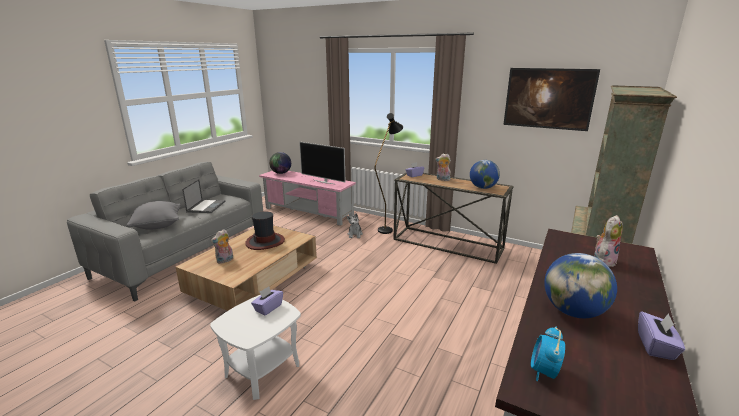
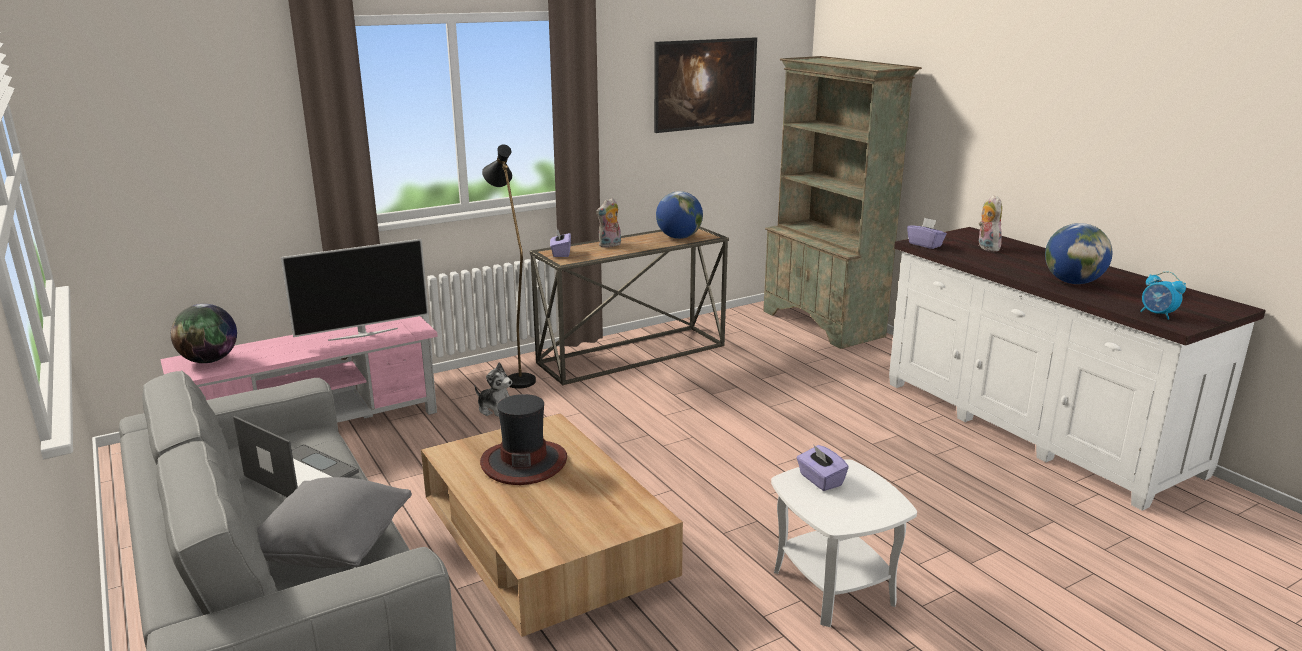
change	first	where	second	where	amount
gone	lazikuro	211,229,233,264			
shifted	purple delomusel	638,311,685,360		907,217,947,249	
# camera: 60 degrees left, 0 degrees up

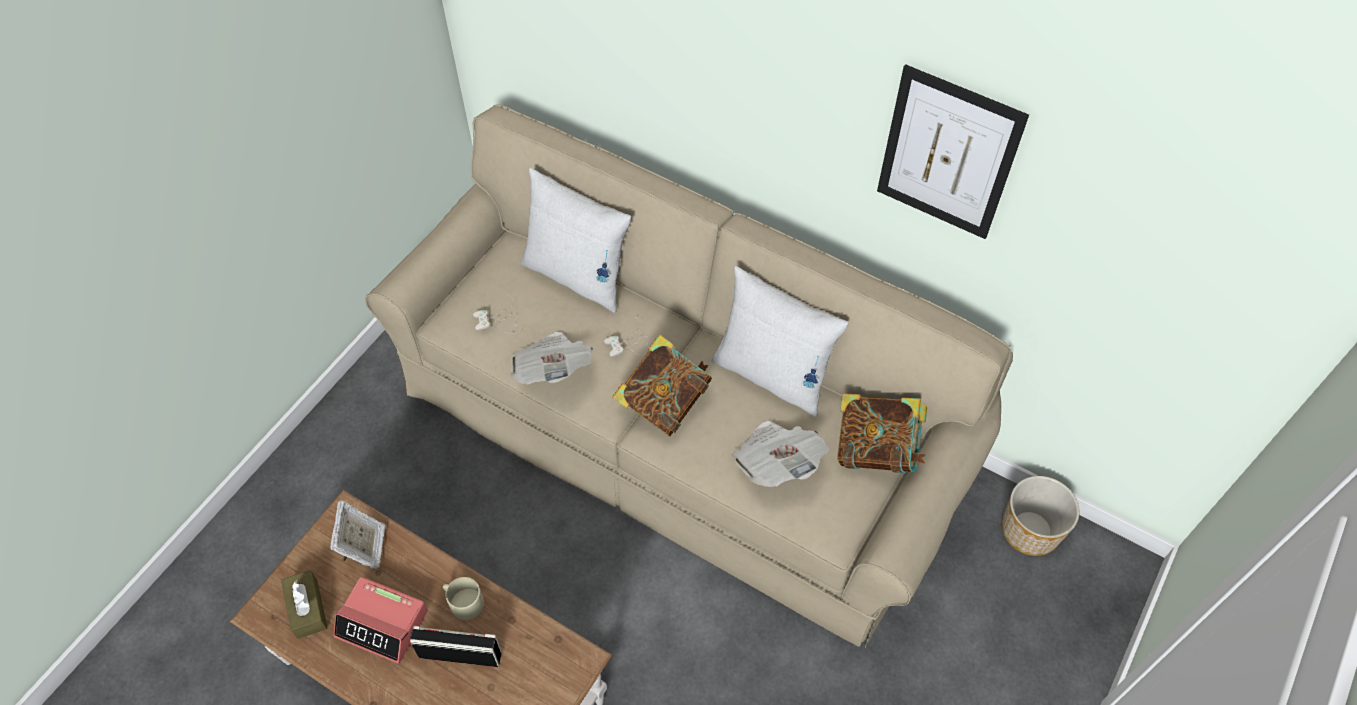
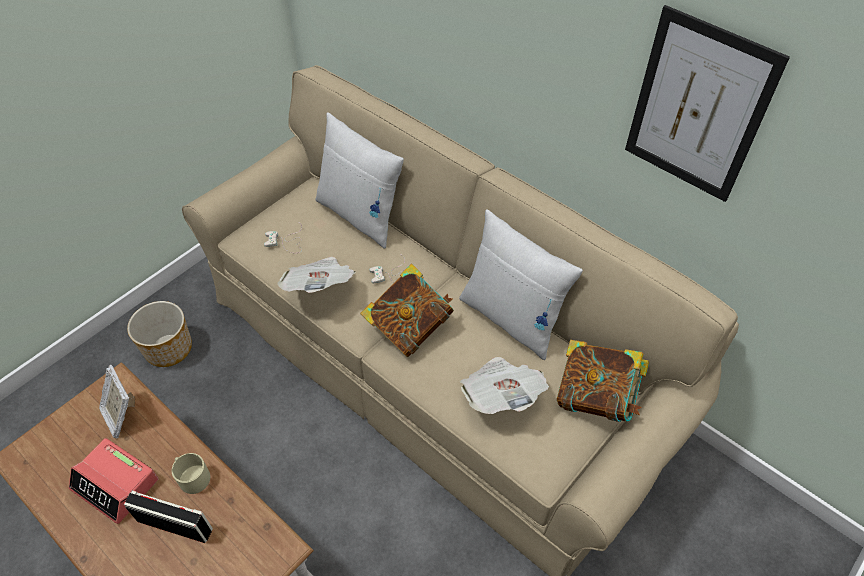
change	first	where	second	where	amount
gone	brown delomusel	281,570,328,639			
rotated	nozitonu	330,500,385,569		99,365,135,439	135 degrees clockwise
shifted	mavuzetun	1002,476,1079,556		127,301,192,367	
# camera: 10 degrees right, 5 degrees down

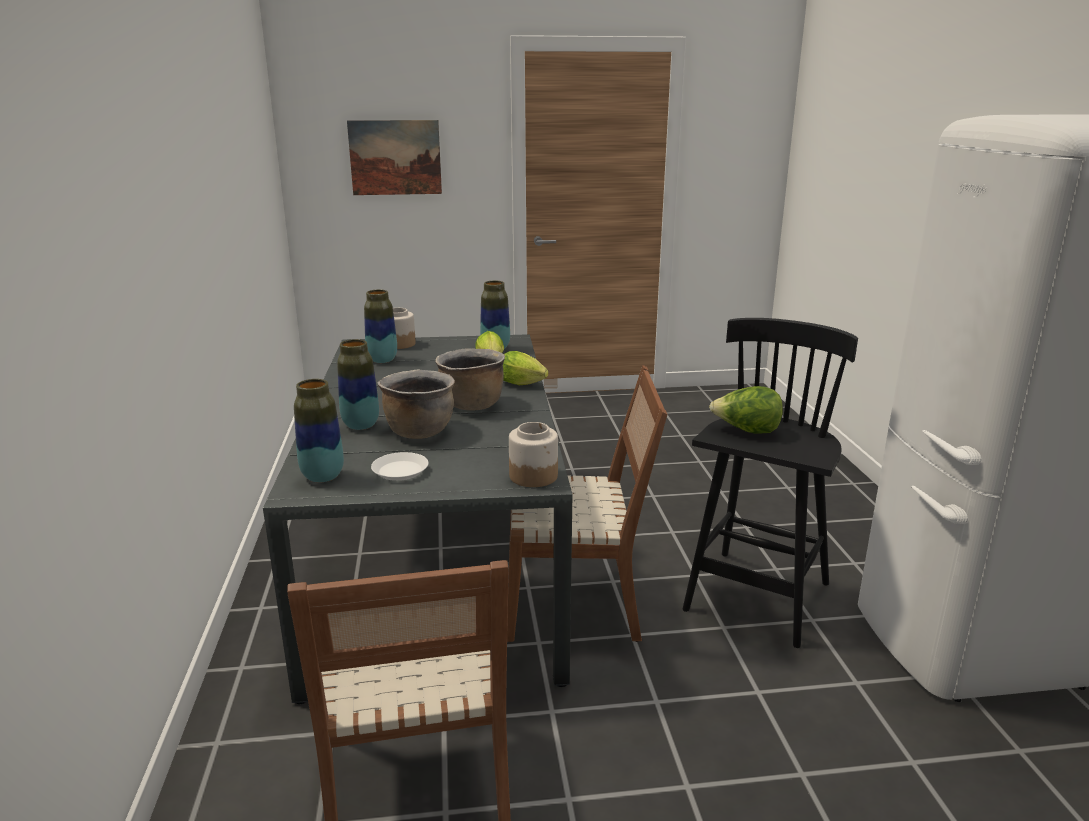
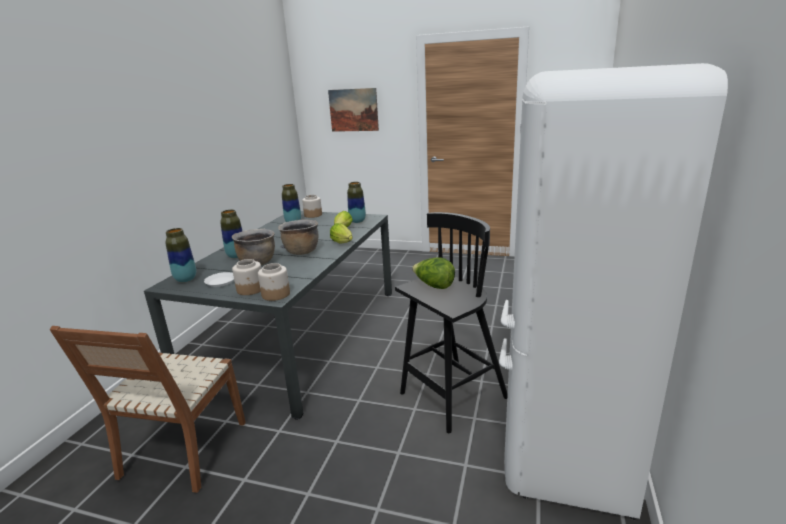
change	first	where	second	where	amount
gone	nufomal	507,365,667,642			
new			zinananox	232,259,261,295	
# camera: 25 degrees right, 0 degrees up

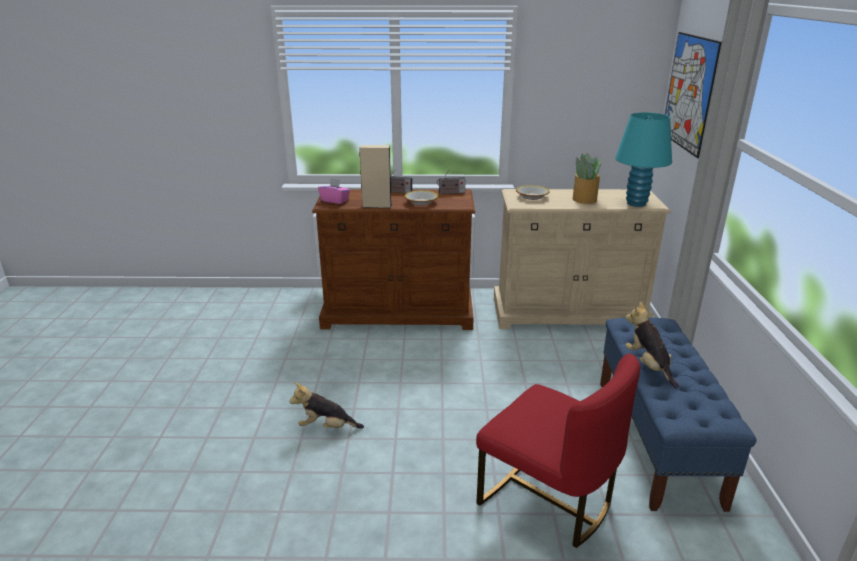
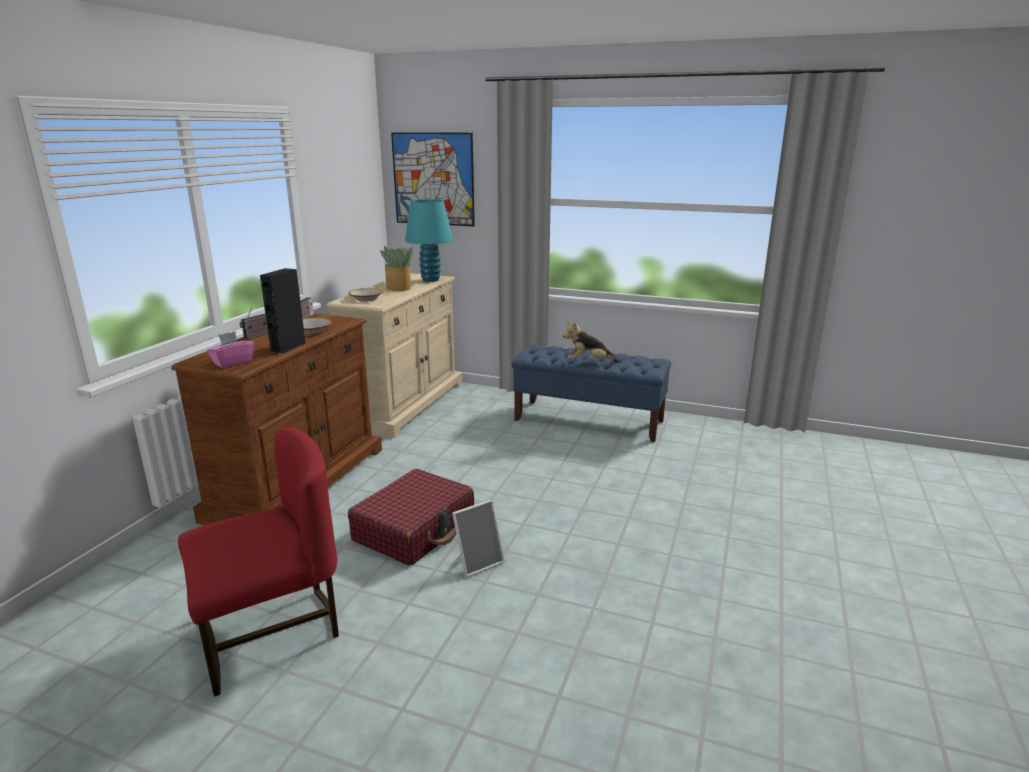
change	first	where	second	where	amount
swapped	lazikuro	289,382,364,428	nozitonu	452,500,505,577	
repainted	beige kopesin	359,145,392,208	black kopesin	260,268,306,354	
shifted	red nufomal	476,354,640,548		178,428,339,697	
new			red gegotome	348,469,474,566	
# camera: 70 degrees left, 5 degrees down

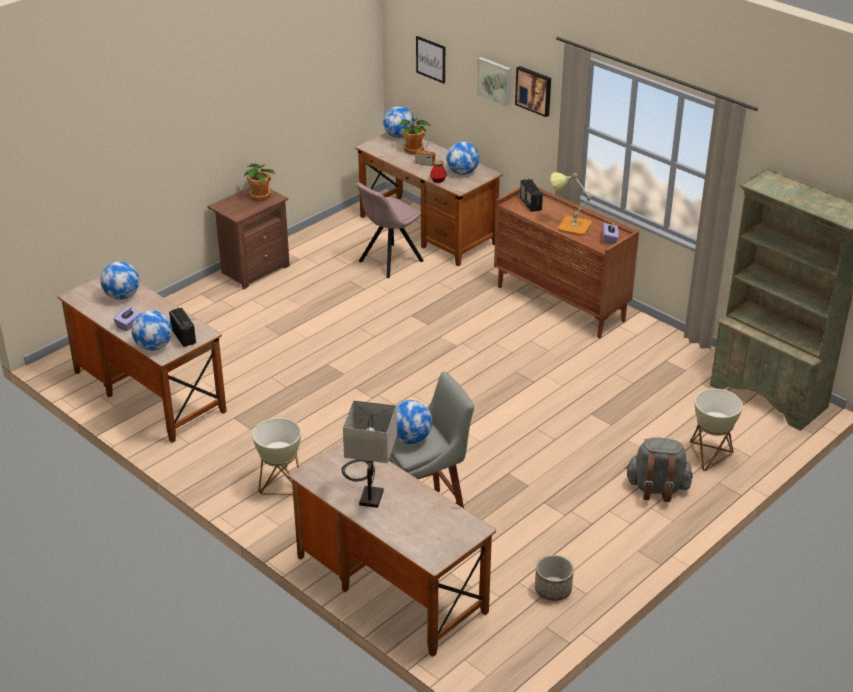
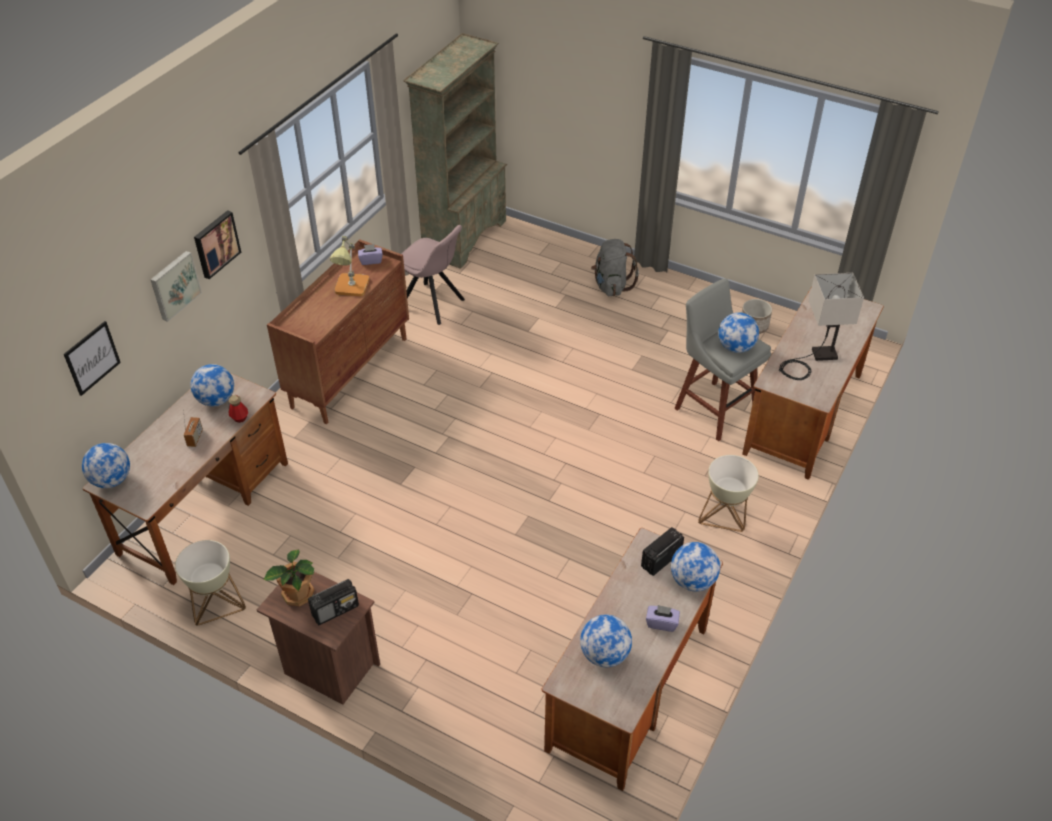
change	first	where	second	where	amount
shifted	pink nufomal	356,182,423,278		402,225,465,325	
gone	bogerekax	399,118,430,155			
shifted	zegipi	520,179,543,212		308,579,359,625	
shifted	mavuzetun	690,389,743,471		175,540,246,626	
# camera: 105 degrees left, 10 degrees up

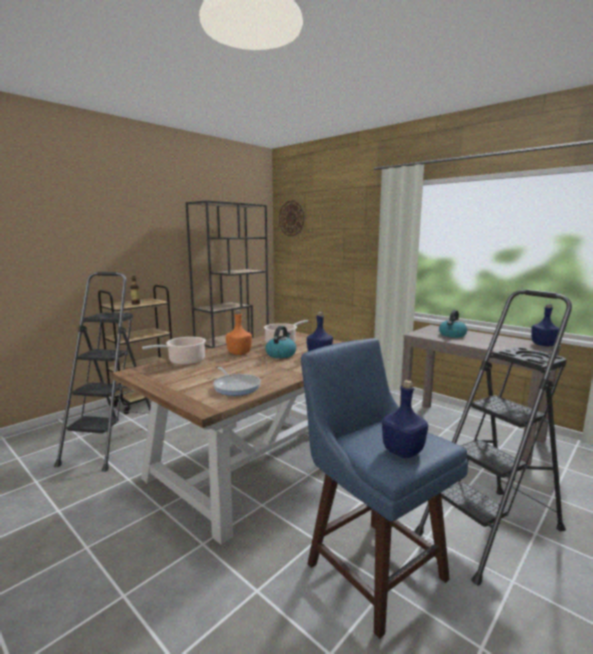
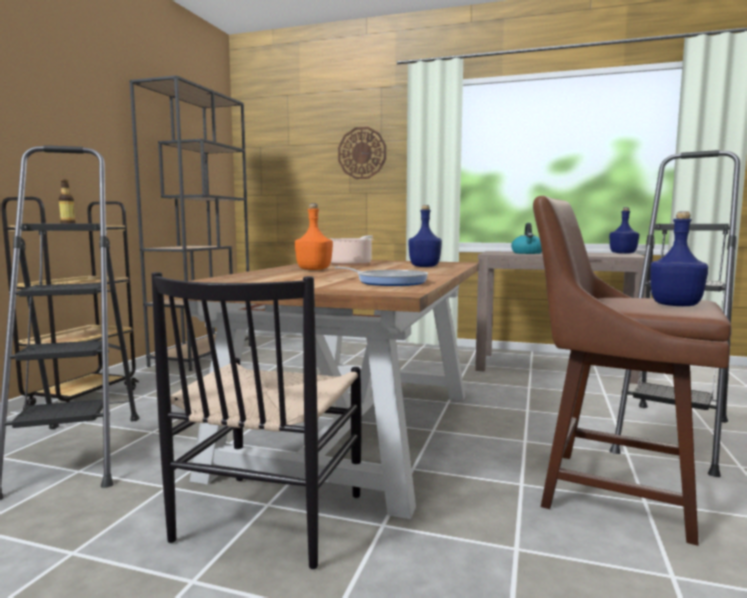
change	first	where	second	where	amount
gone	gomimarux	142,337,206,365			
gone	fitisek	265,326,296,358			
shifted	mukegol	279,200,304,236		338,127,386,179	
repainted	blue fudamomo	301,338,468,639	brown fudamomo	533,196,732,546	
new			black nufomal	151,272,361,569	
# camera: 25 degrees left, 5 degrees down

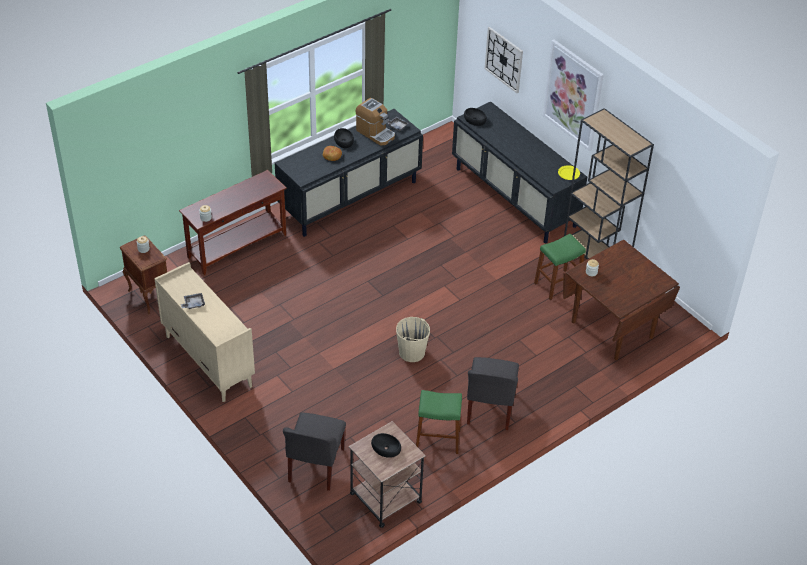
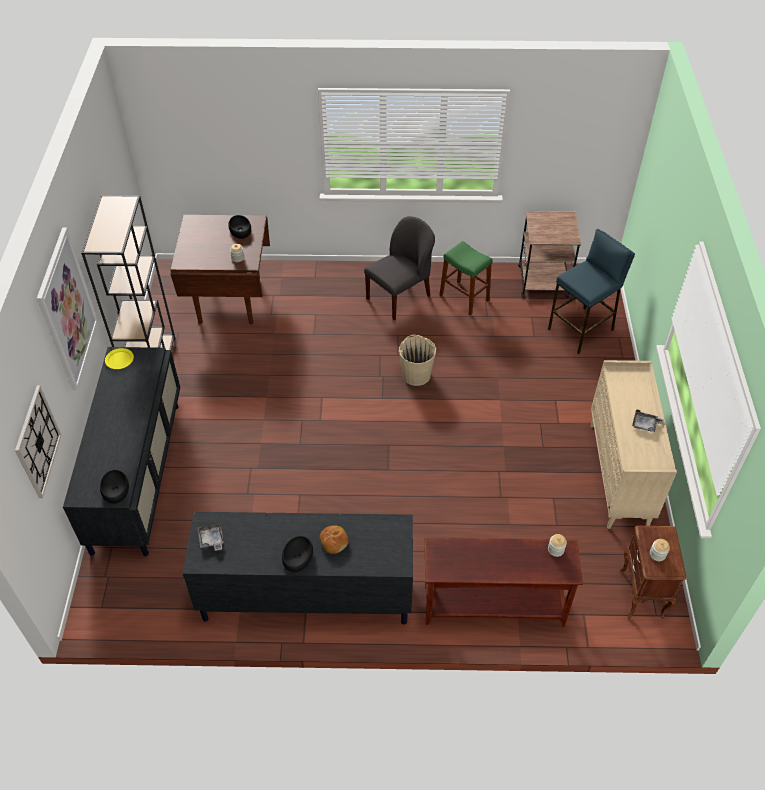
change	first	where	second	where	amount
swapped	grey nufomal	283,412,346,491	blue fudamomo	548,229,635,354	
gone	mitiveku	355,98,395,146			
shifted	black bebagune	371,433,401,458		228,215,251,239	
gone	green fudamomo	534,234,586,300			
# camera: 140 degrees left, 5 degrees up

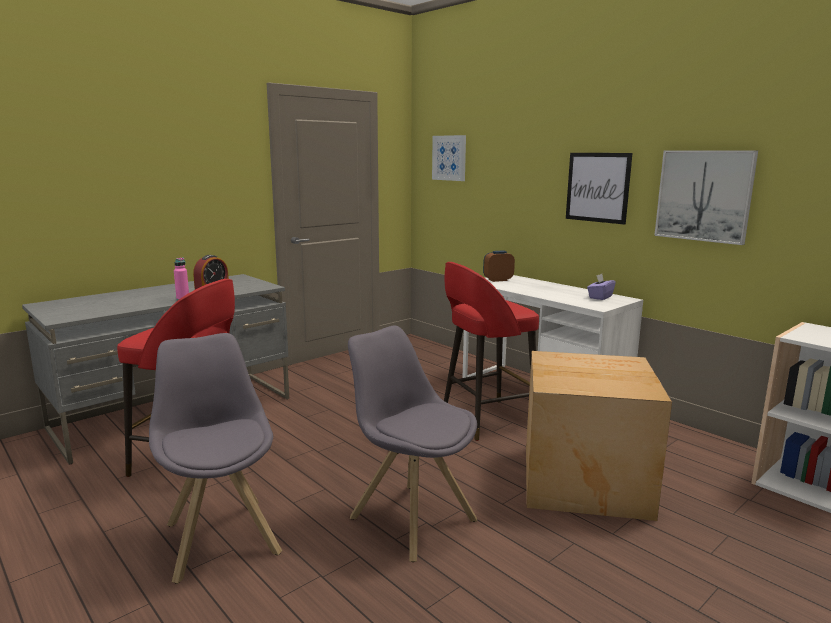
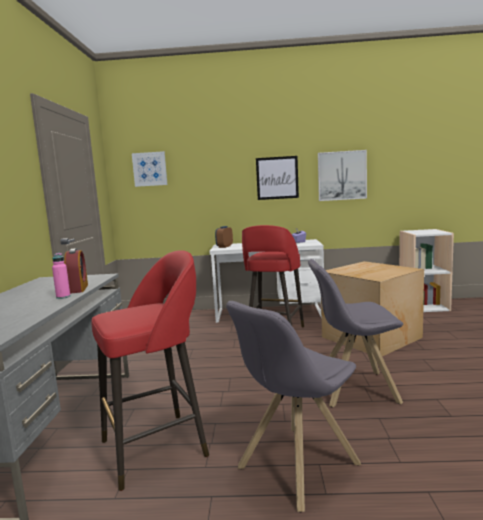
change	first	where	second	where	amount
rotated	grey nufomal	149,333,282,584		226,301,361,512	60 degrees counterclockwise
# camera: 45 degrees left, 5 degrees down

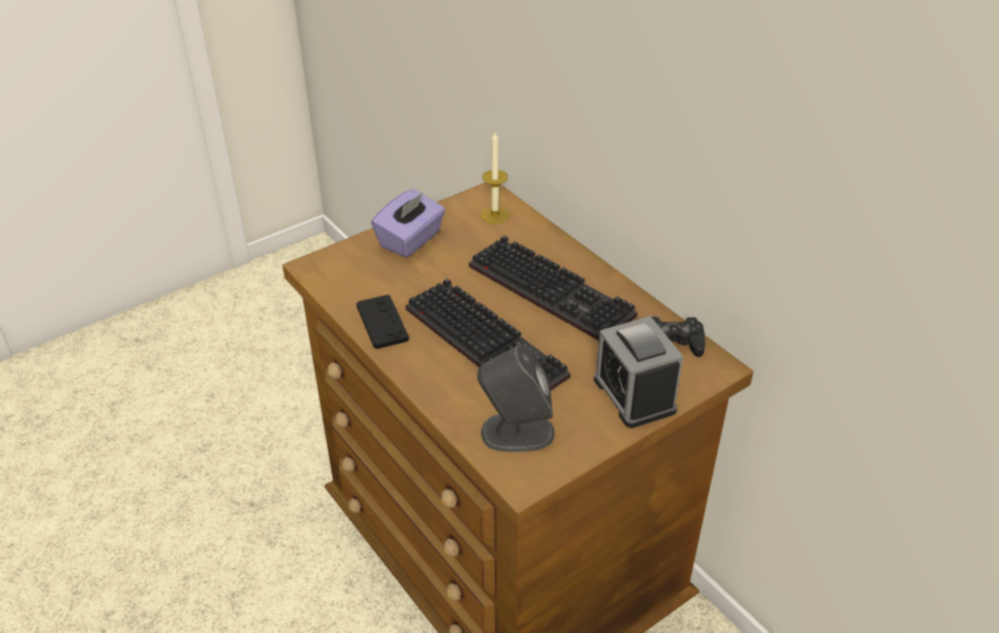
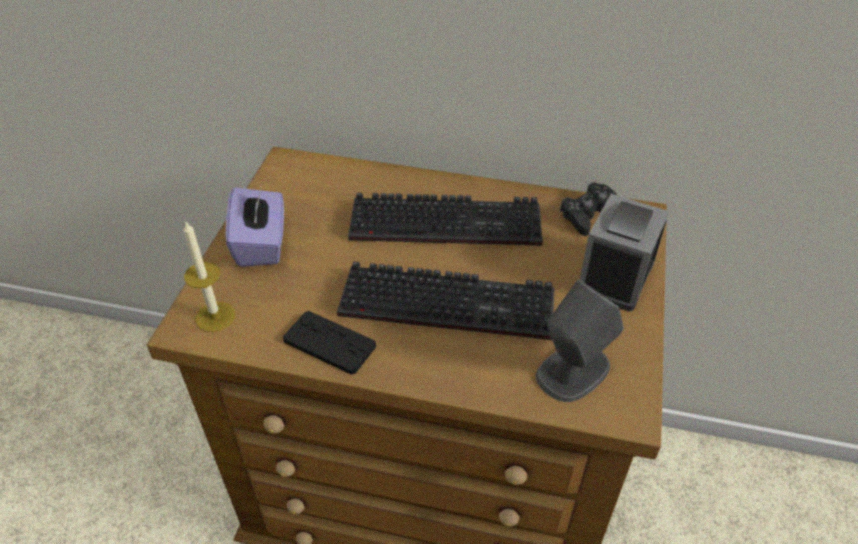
change	first	where	second	where	amount
shifted	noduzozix	481,132,510,224		184,220,235,332	
rotated	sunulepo	594,316,683,428		580,194,670,311	90 degrees clockwise
# camera: 40 degrees left, 5 degrees up

